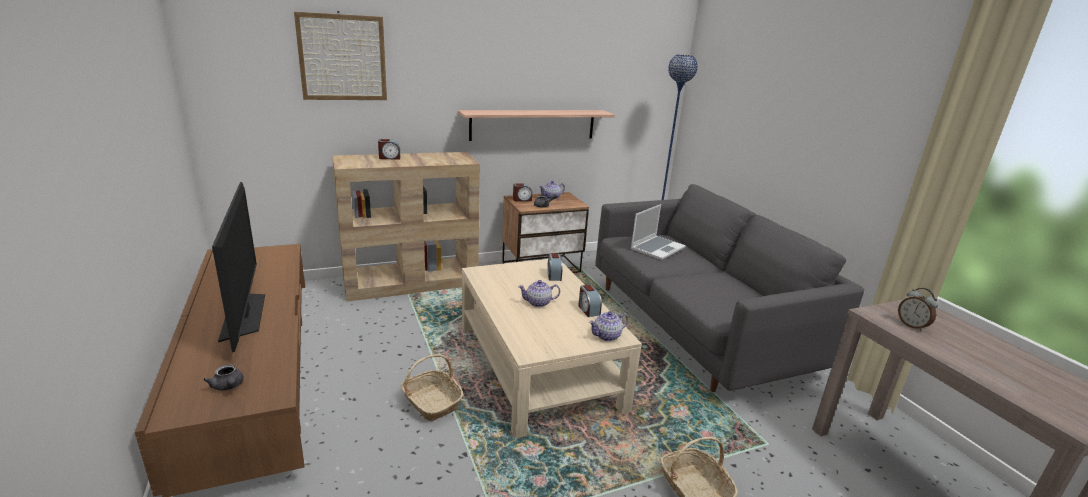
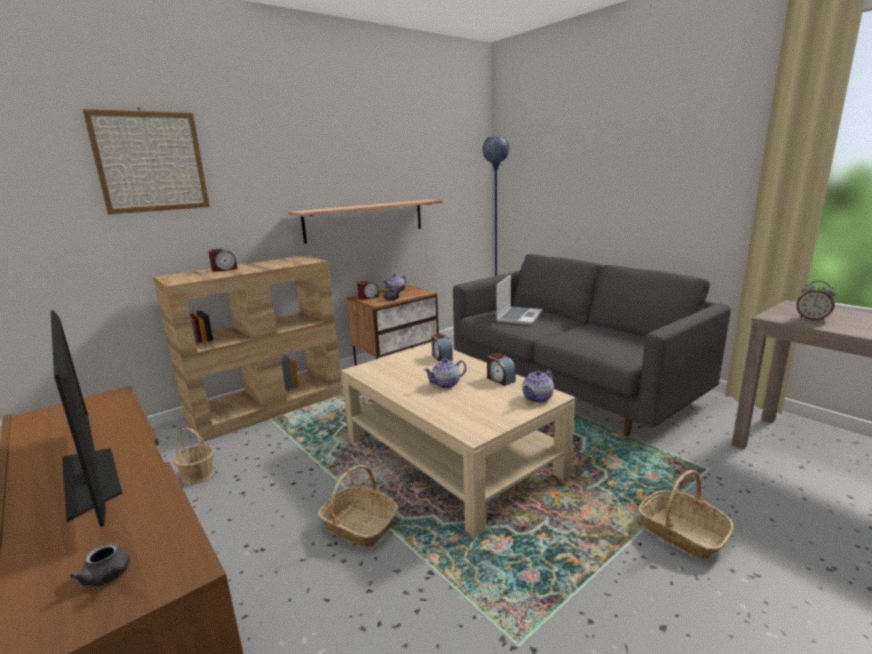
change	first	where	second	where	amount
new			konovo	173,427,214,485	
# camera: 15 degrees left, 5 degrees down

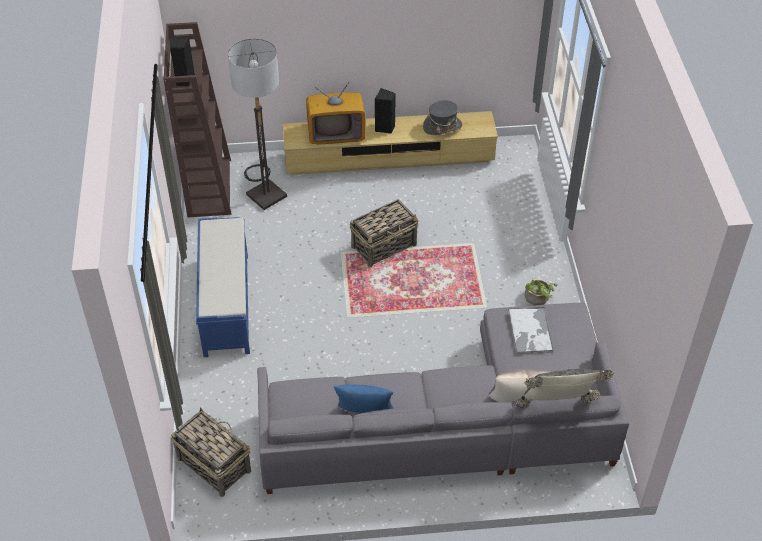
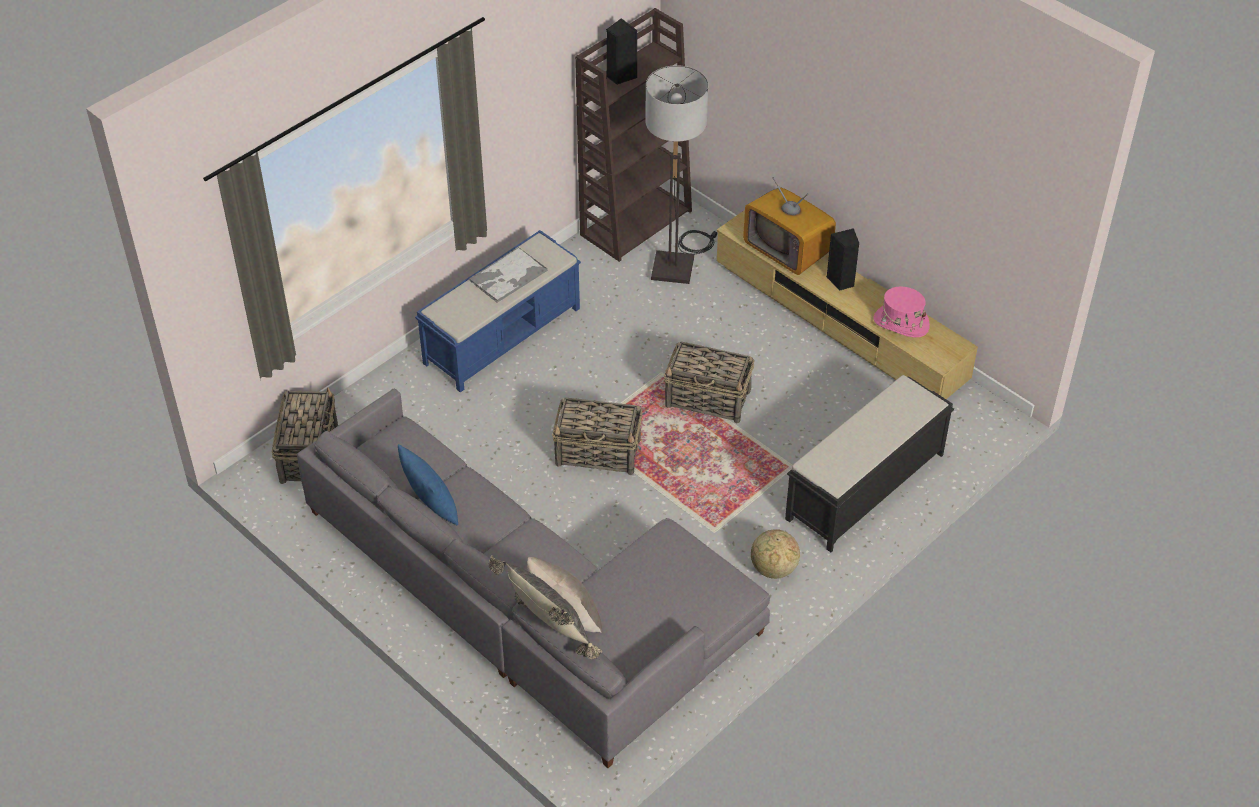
change	first	where	second	where	amount
repainted	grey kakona	423,100,462,135	pink kakona	873,287,930,337	
shifted	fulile	508,307,554,354		469,247,547,303	
swapped	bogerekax	525,278,558,306	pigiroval	751,529,800,579	
new			konovo	552,397,642,475	
new			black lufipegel	785,375,954,552	
# camera: 50 degrees right, 0 degrees up

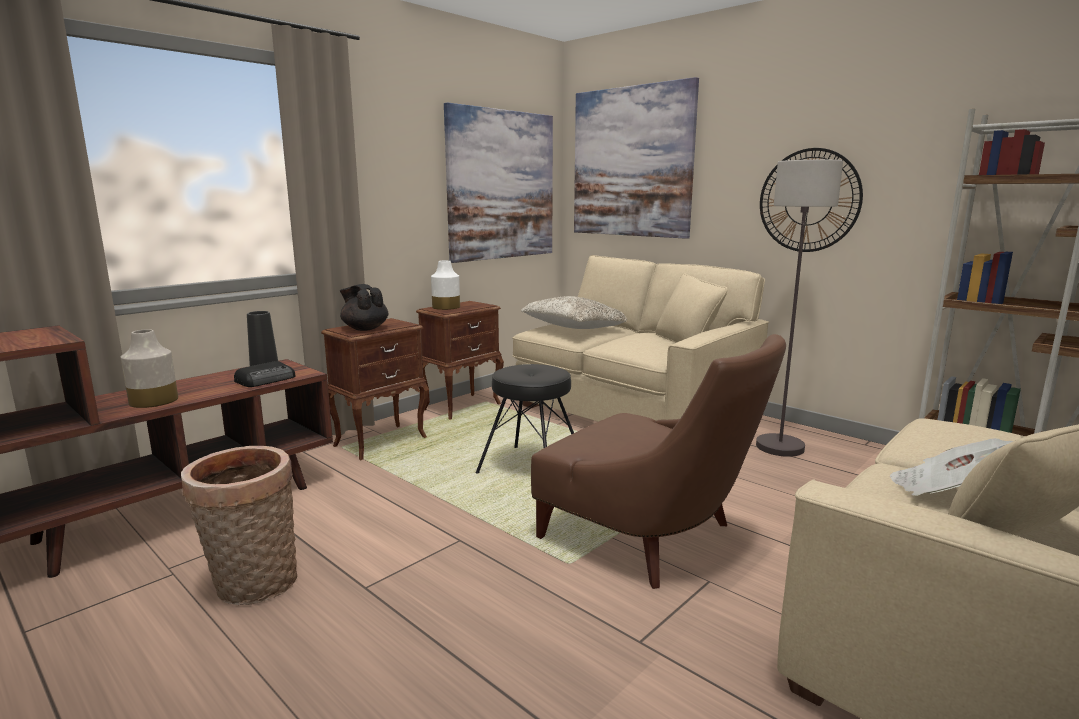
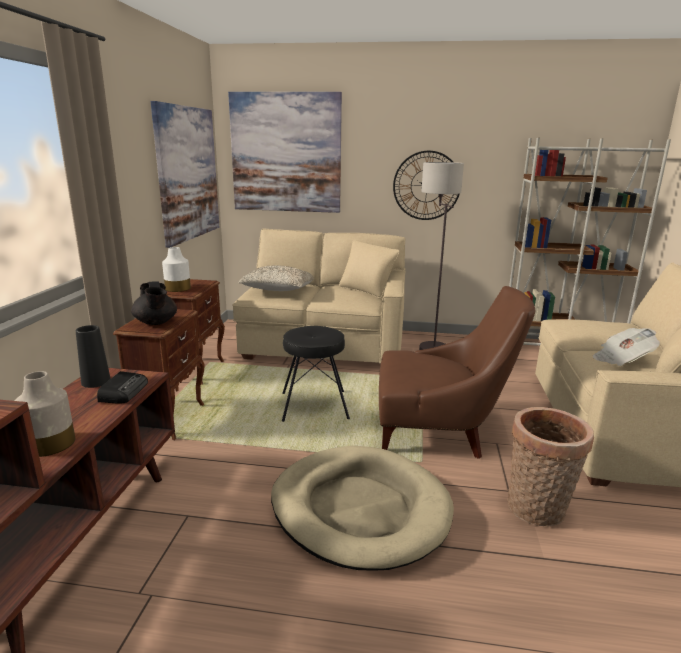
change	first	where	second	where	amount
shifted	konovo	181,446,297,605		507,407,594,527	
rotated	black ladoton	340,284,389,331		131,281,177,325	120 degrees counterclockwise
new			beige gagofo	271,446,454,571	
# camera: 35 degrees left, 5 degrees up

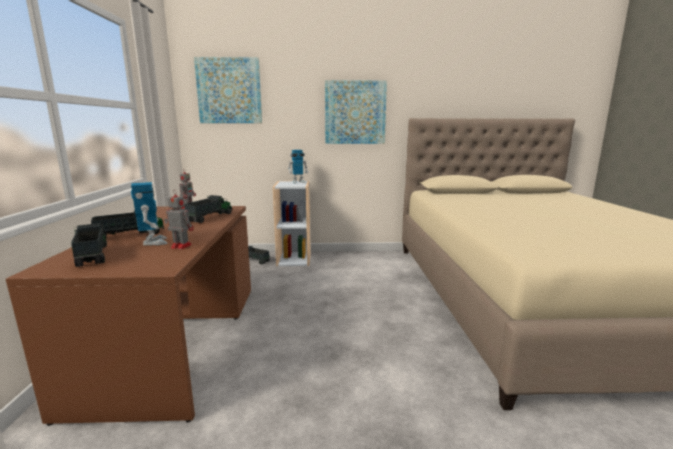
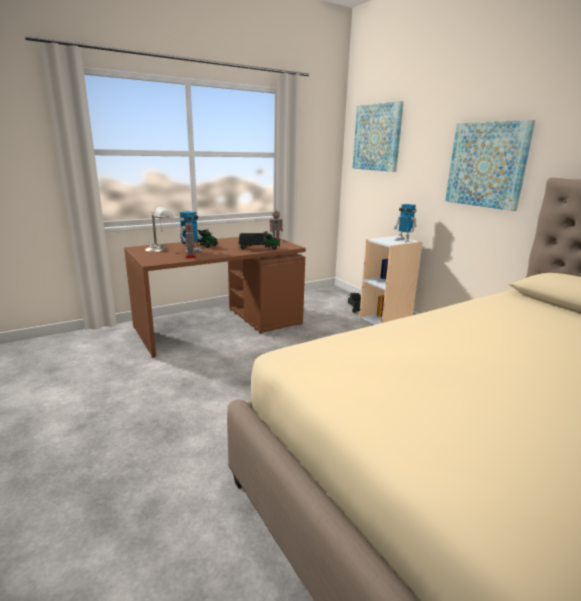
change	first	where	second	where	amount
swapped	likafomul	71,223,107,267	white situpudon	145,207,175,252	
# camera: 60 degrees right, 5 degrees up

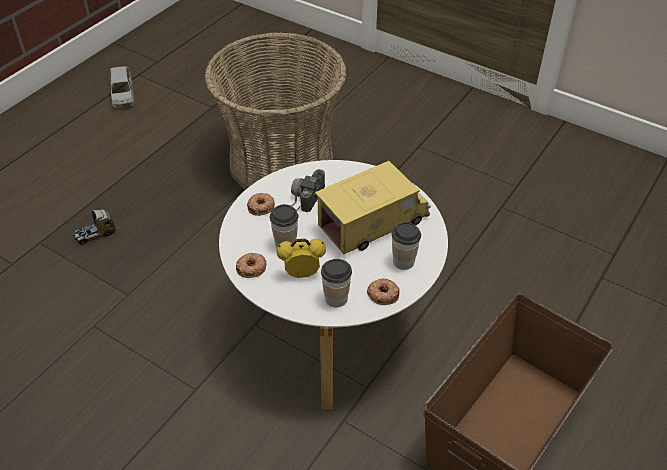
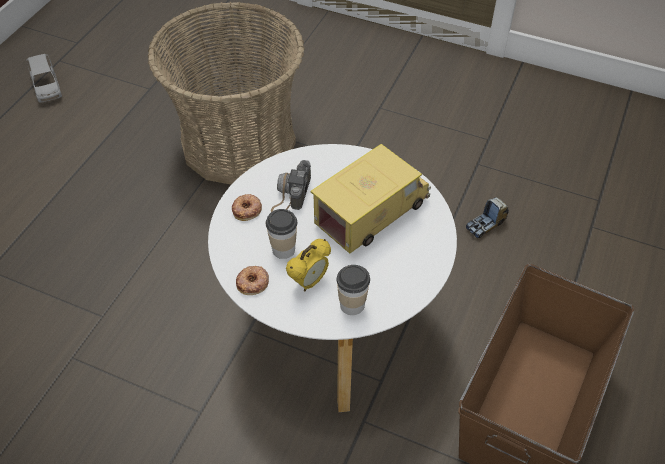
change	first	where	second	where	amount
shifted	likafomul	73,209,116,245		466,197,509,238	
rotated	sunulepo	276,239,326,278		286,239,331,292	150 degrees clockwise
gone	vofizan	367,279,400,305			
gone	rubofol	392,222,421,270			
# camera: 10 degrees left, 5 degrees up

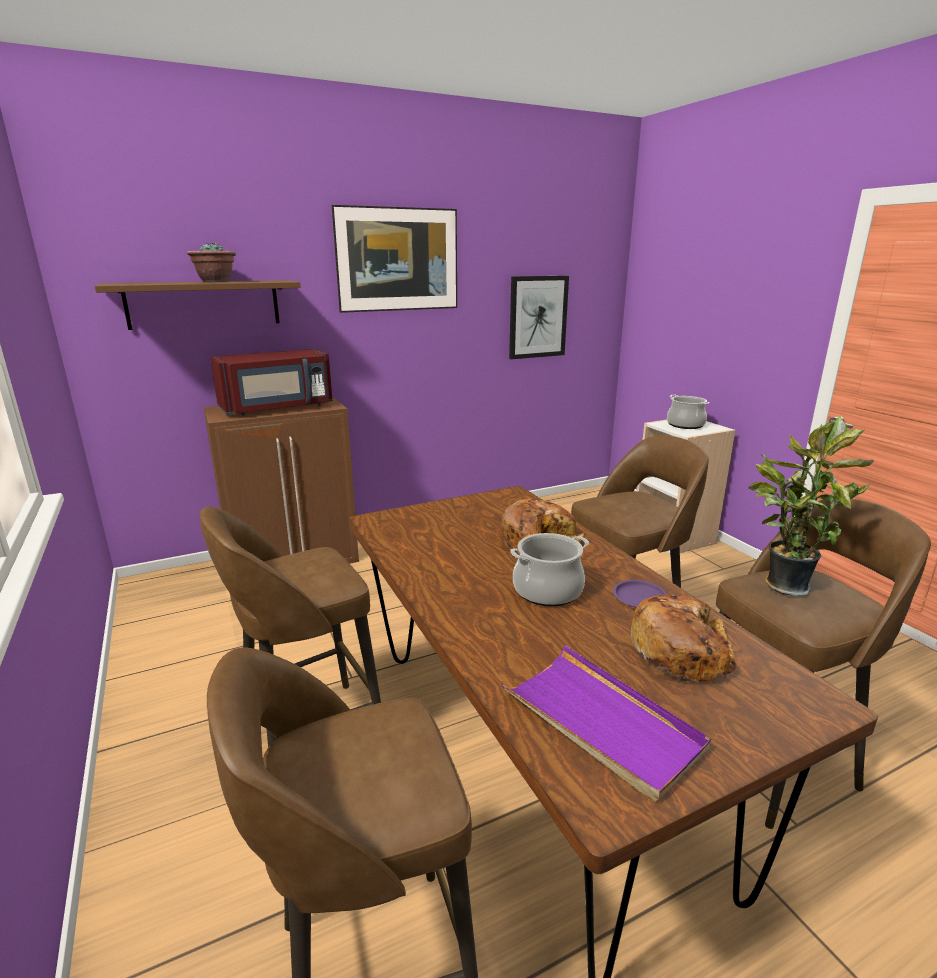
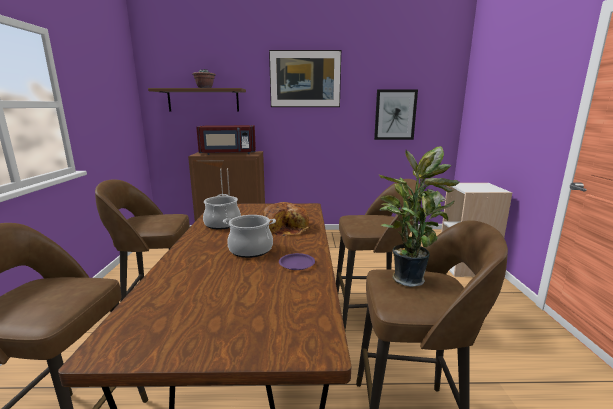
change	first	where	second	where	amount
gone	purple fulile	502,645,711,801			
gone	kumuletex	631,595,737,682			
shifted	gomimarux	667,395,710,429		203,194,241,230	
# camera: 25 degrees right, 5 degrees down

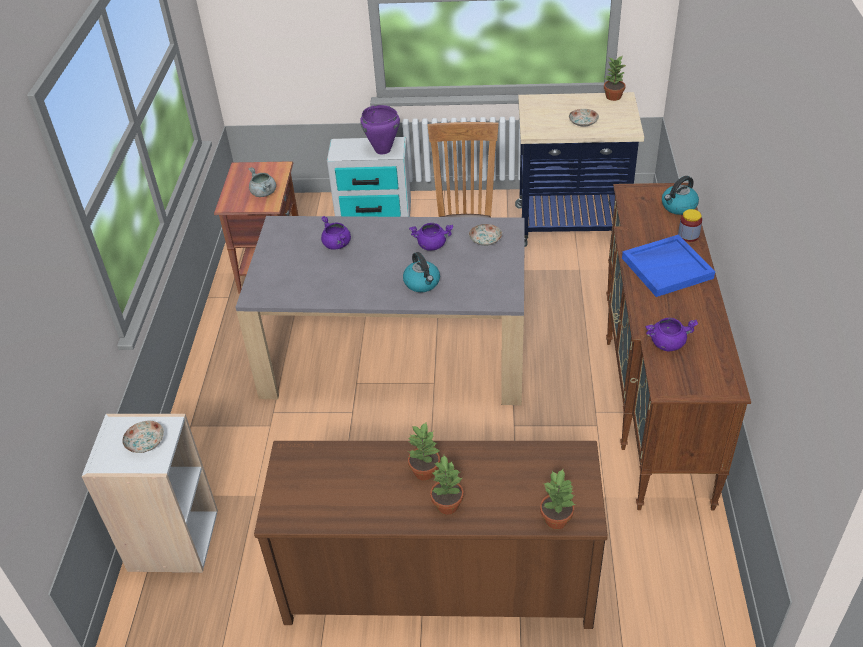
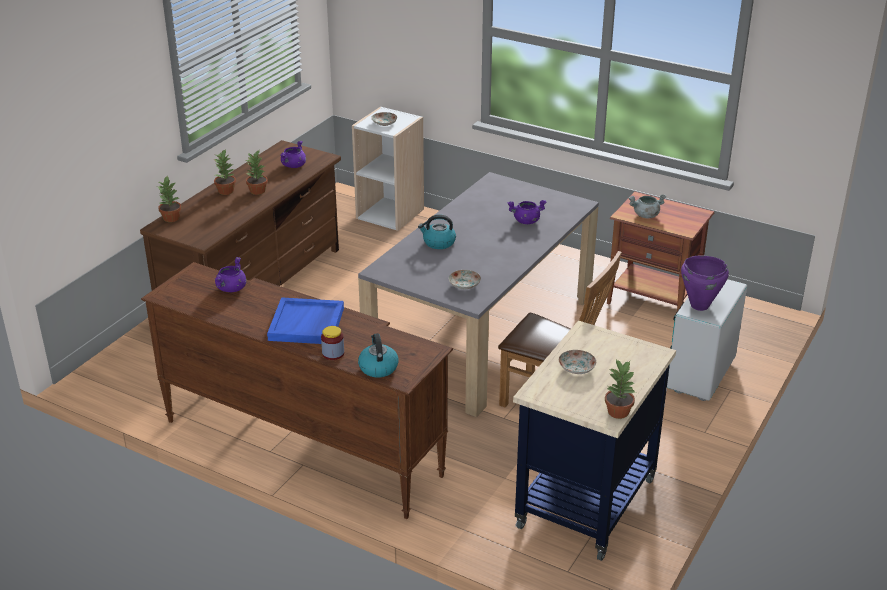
change	first	where	second	where	amount
shifted	purple gomimarux	409,223,453,251		280,140,306,168	
# camera: 115 degrees right, 10 degrees down

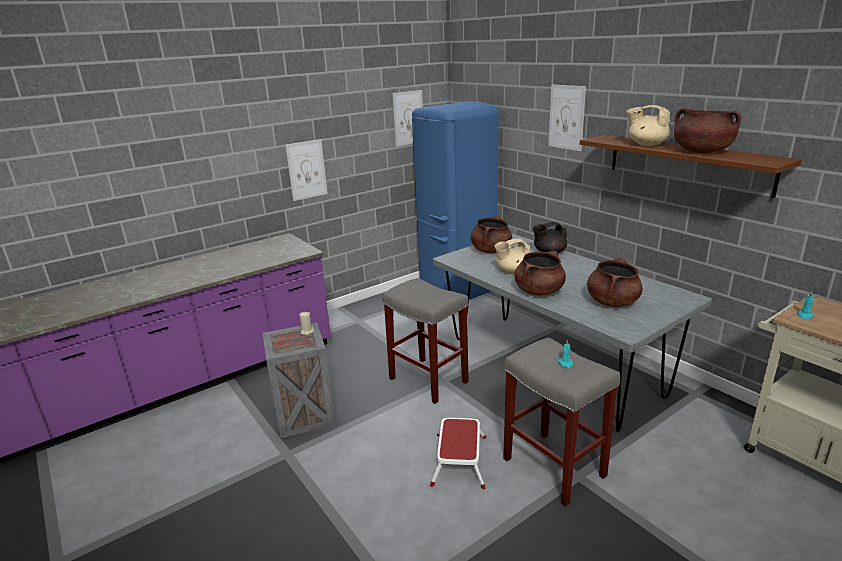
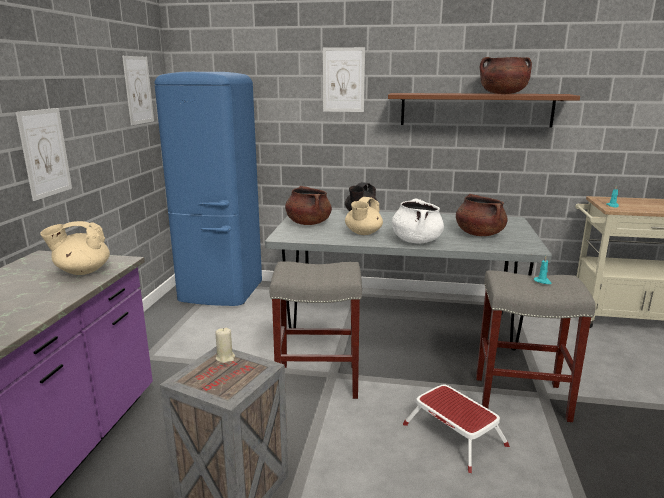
change	first	where	second	where	amount
repainted	brown gomimarux	515,251,566,295	white gomimarux	392,198,444,243	
shifted	beige ladoton	626,105,671,146		40,221,110,275	
# camera: 45 degrees left, 5 degrees down

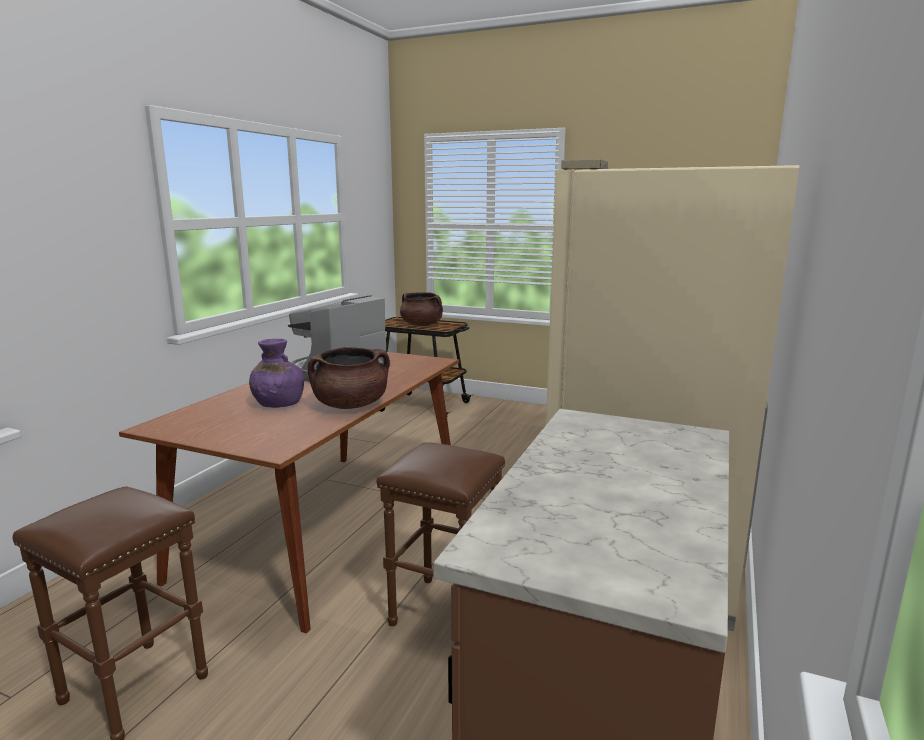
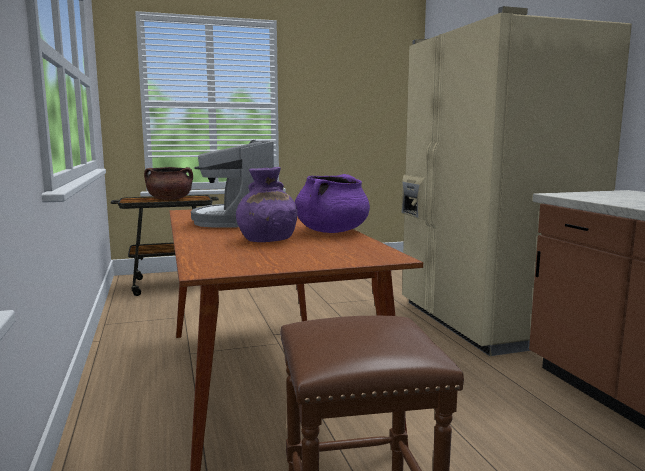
change	first	where	second	where	amount
repainted	brown gomimarux	308,347,390,409	purple gomimarux	295,174,370,233	
gone	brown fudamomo	377,442,505,626			
# camera: 40 degrees left, 5 degrees down

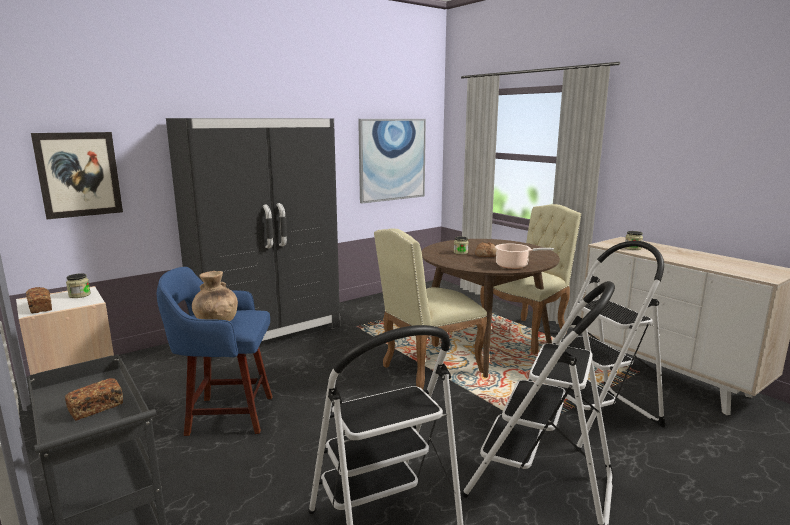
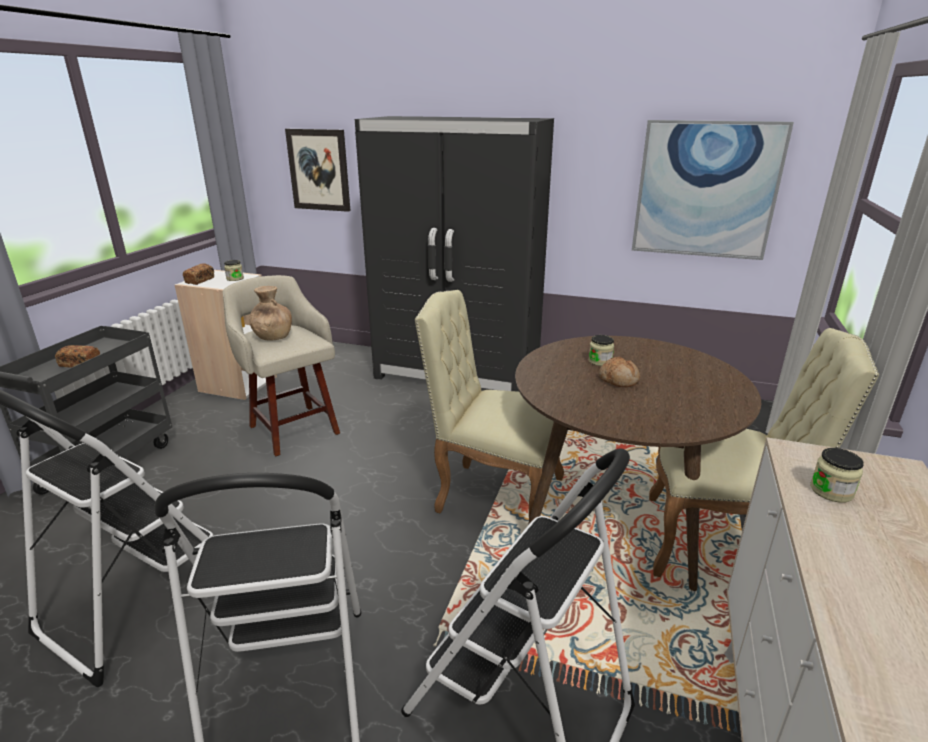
change	first	where	second	where	amount
repainted	blue fudamomo	157,267,273,436	beige fudamomo	223,275,340,456	
gone	gomimarux	495,244,554,269			
# camera: 55 degrees right, 10 degrees up

